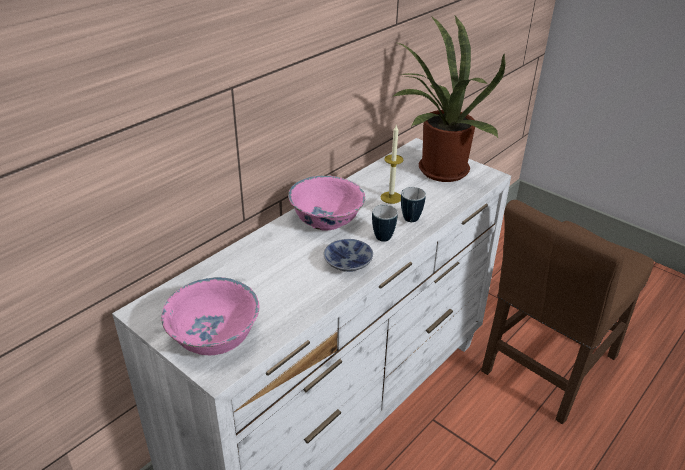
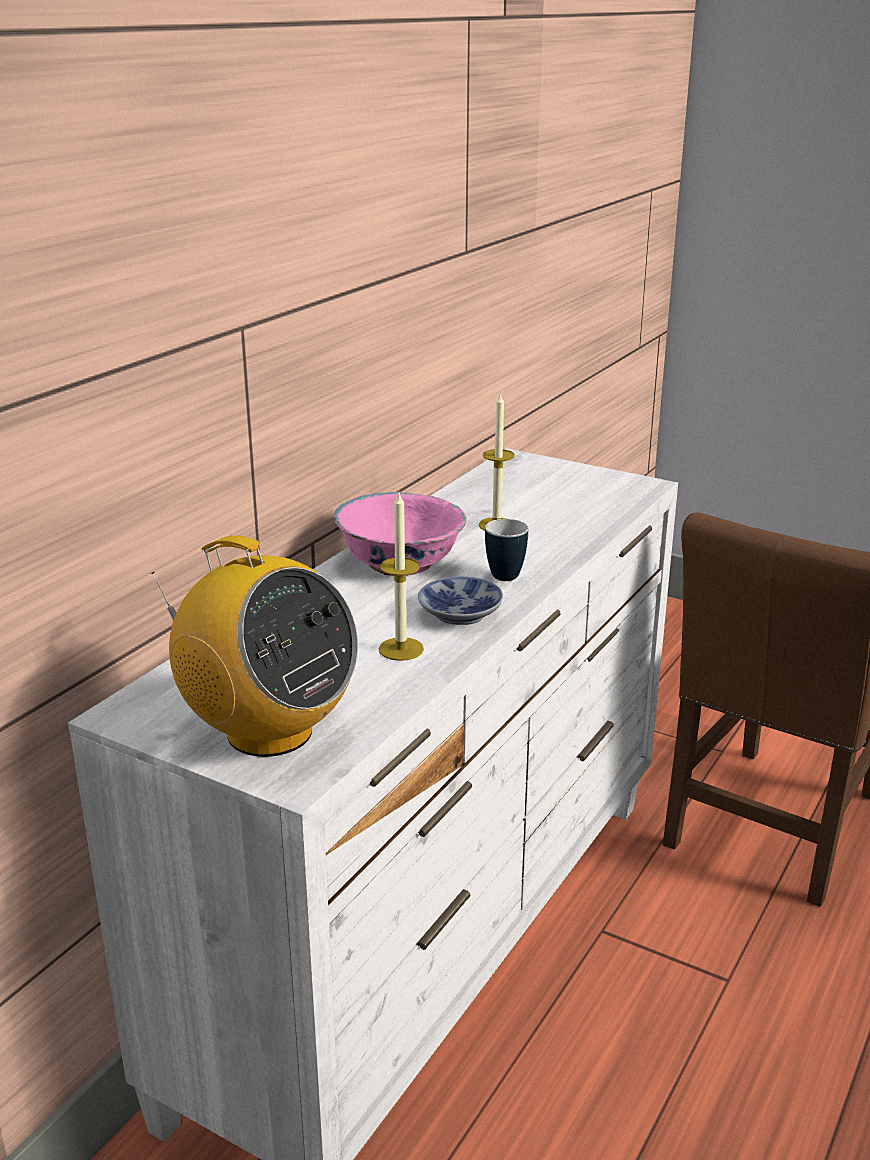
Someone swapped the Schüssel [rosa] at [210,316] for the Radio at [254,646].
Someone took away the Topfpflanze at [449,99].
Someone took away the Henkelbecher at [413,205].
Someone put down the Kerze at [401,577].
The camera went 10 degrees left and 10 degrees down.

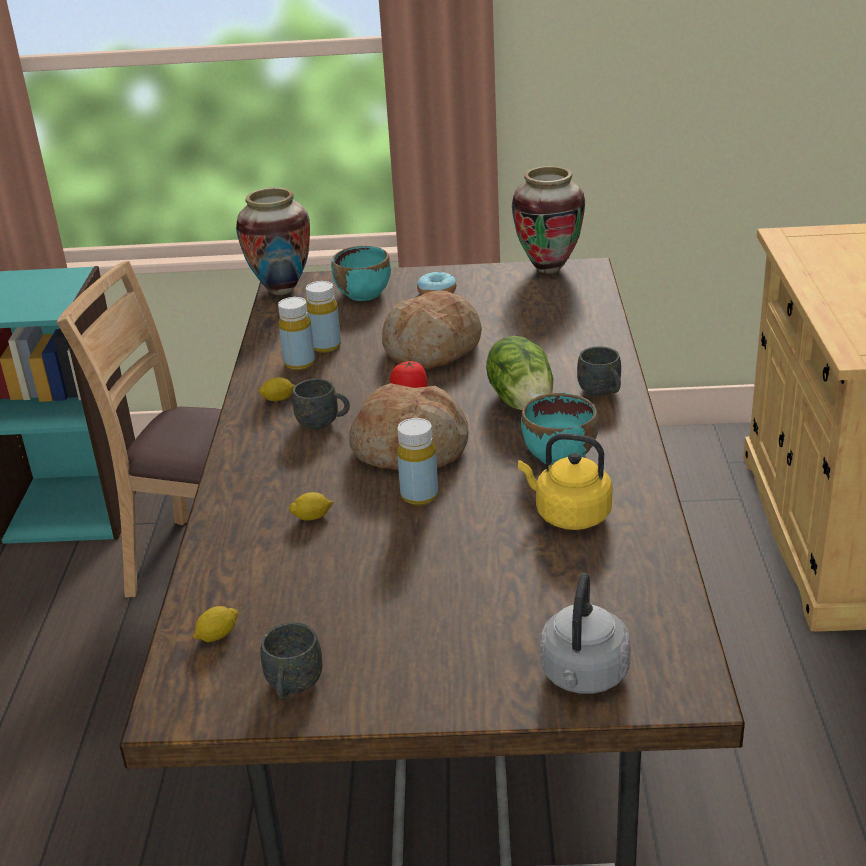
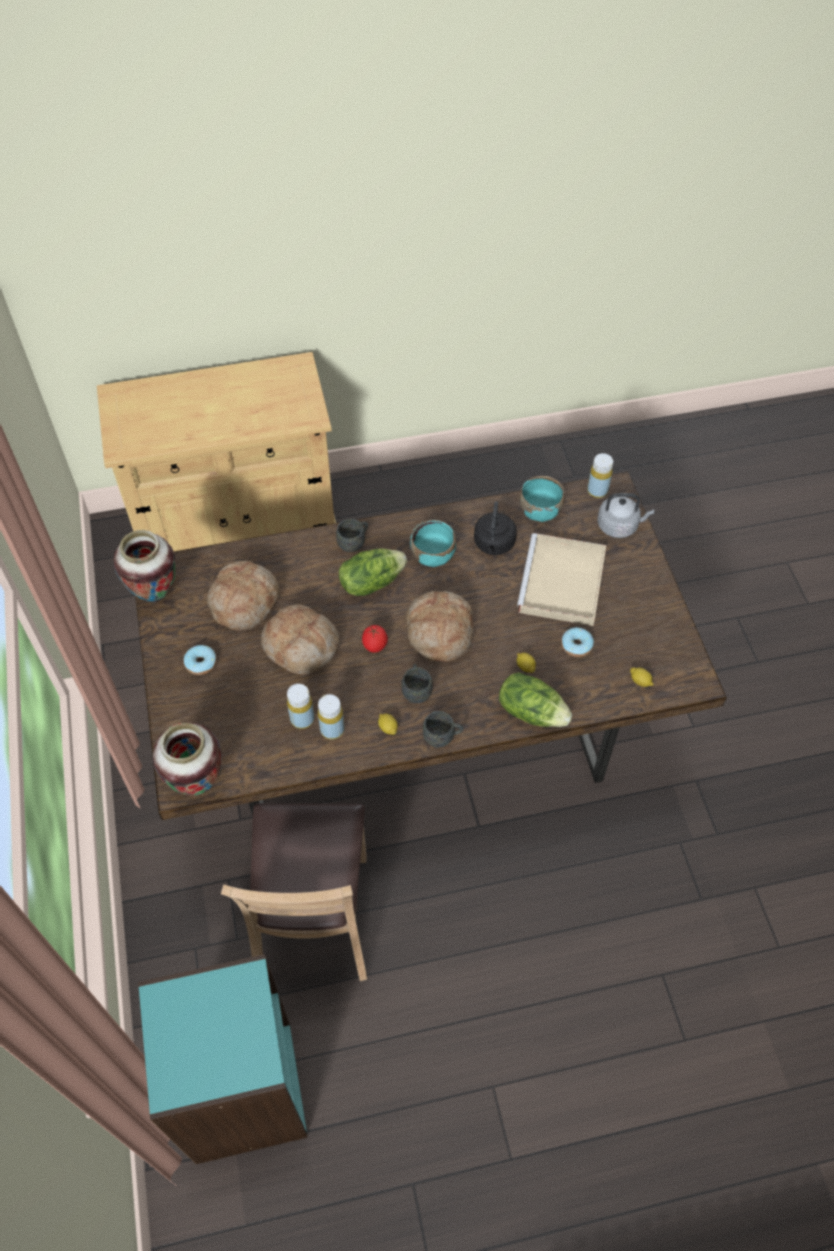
Someone carried the Henkelbecher [grau] from [292,660] to [443,729].
Someone carried the Schüssel [türkis] from [361,273] to [542,499].
Someone carried the Flasche [gelb] from [417,461] to [600,475].
Someone repainted the Wasserkessel [gelb] at [565,481], which became the Wasserkessel [schwarz] at [495,528].
Someone put down the Brot at [243,596].
Someone put down the Salatkopf at [535,700].
Someone put down the Tablett [beige] at [561,579].
Someone put down the Donut at [577,642].
The camera went 105 degrees left and 25 degrees up.

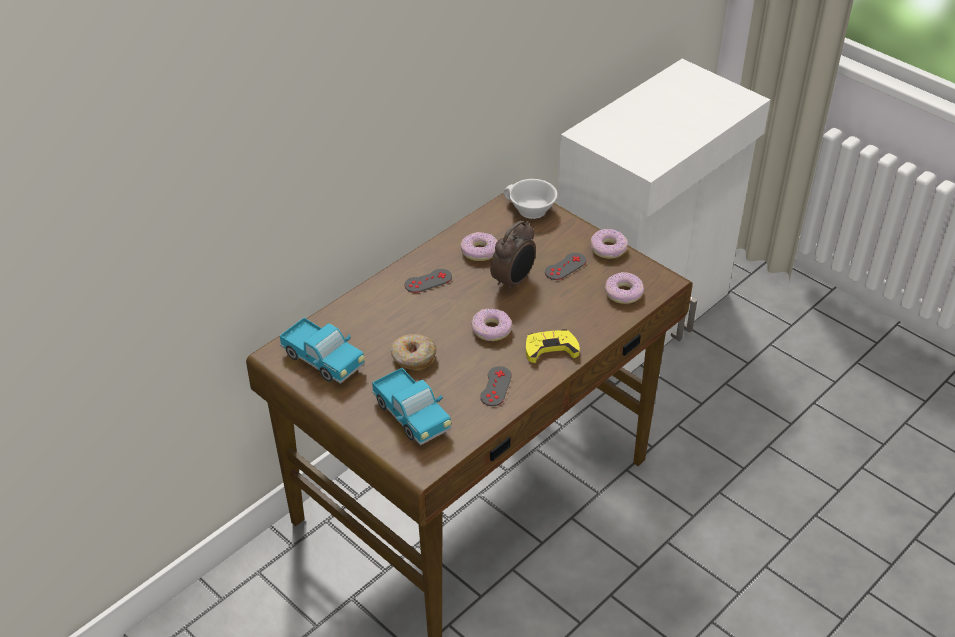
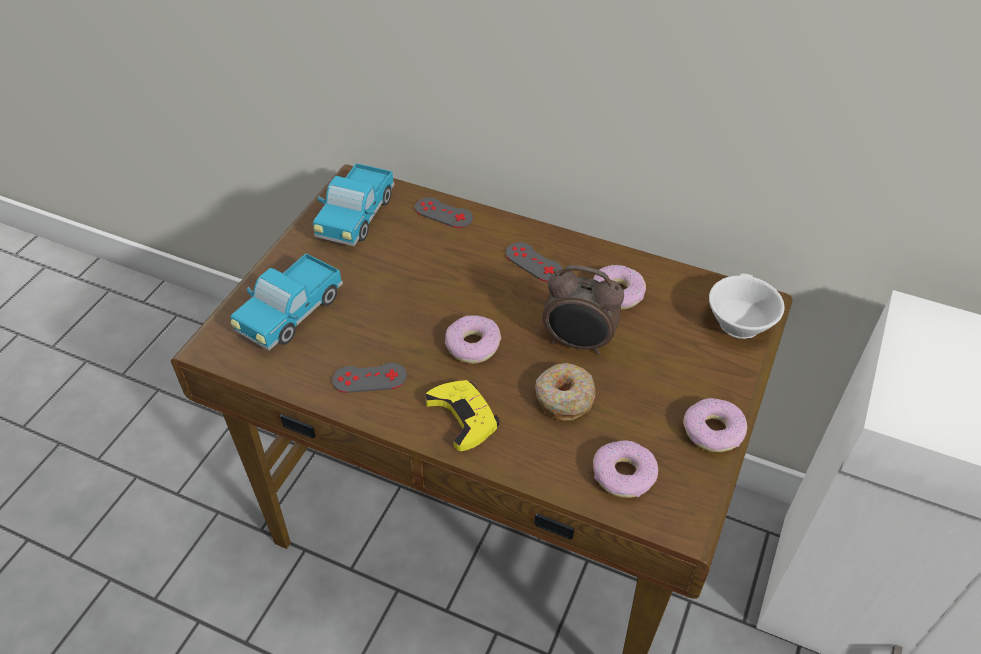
Someone carried the Donut from [414,352] to [565,392].
Someone carried the Gamepad [grau] from [565,266] to [444,212].
The camera went 70 degrees right and 5 degrees up.

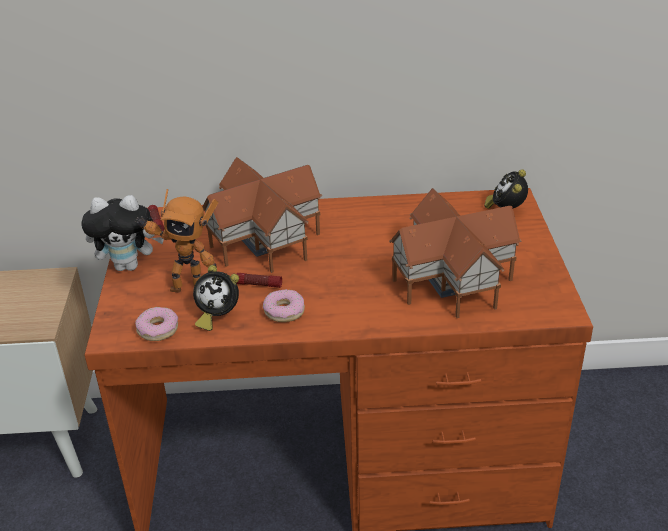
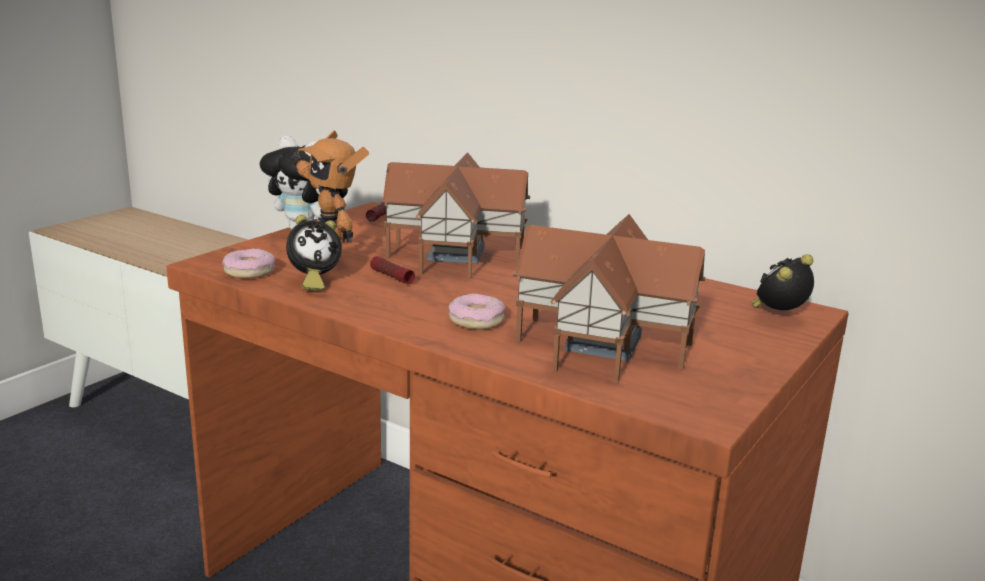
Someone rotated the Wecker at [216,298] by 75 degrees counterclockwise.
Someone carried the Donut from [284,305] to [477,311].
The camera went 35 degrees right and 15 degrees down.

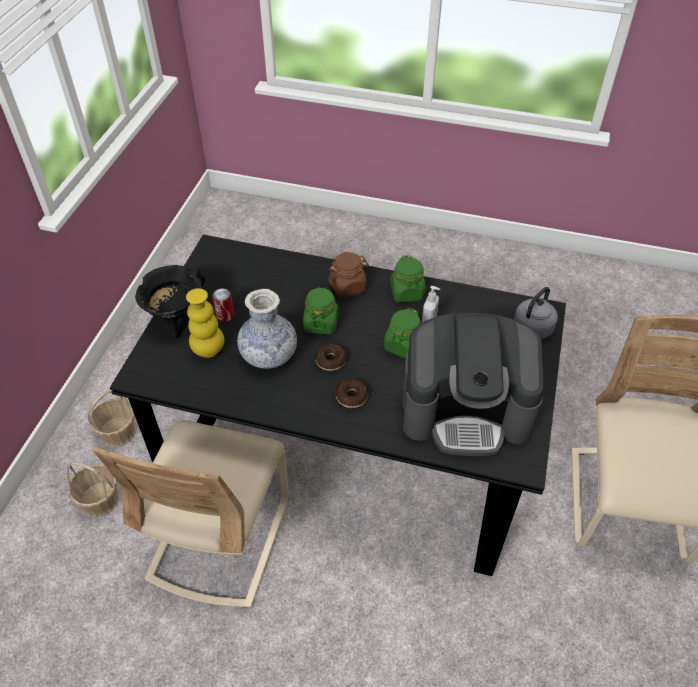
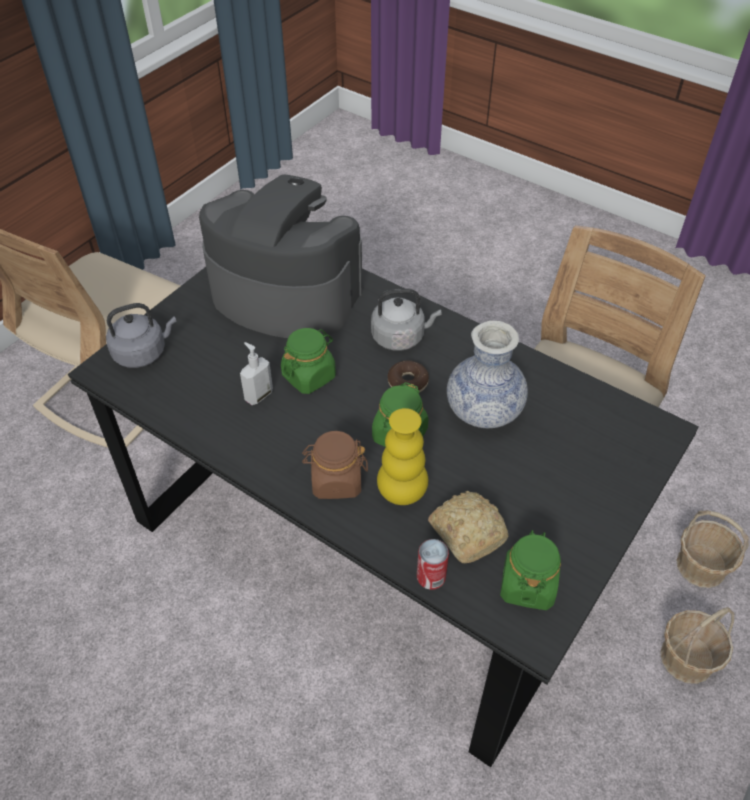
Someone took away the Kochtopf [schwarz] at [170,301].
Someone carried the Vase [gelb] from [205,323] to [402,456].
Someone carried the Dose from [223,305] to [433,564].
Someone swapped the Donut at [351,393] for the Wasserkessel [grau] at [406,320].
Someone carried the Vorratsglas [grün] from [407,278] to [530,570].
Someone put down the Brot at [468,527].
The camera went 160 degrees left and 0 degrees up.

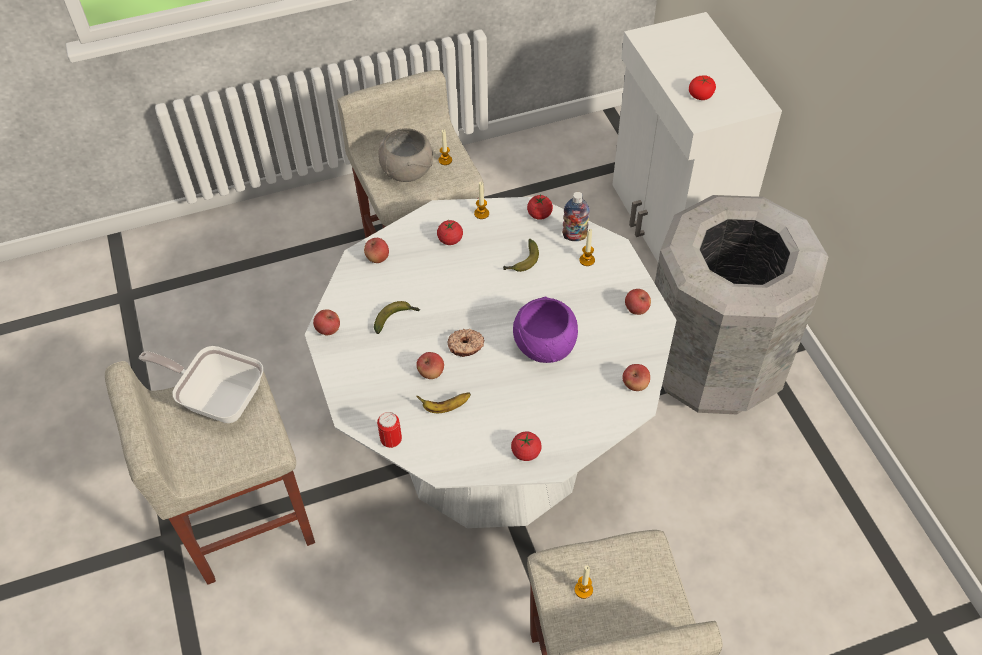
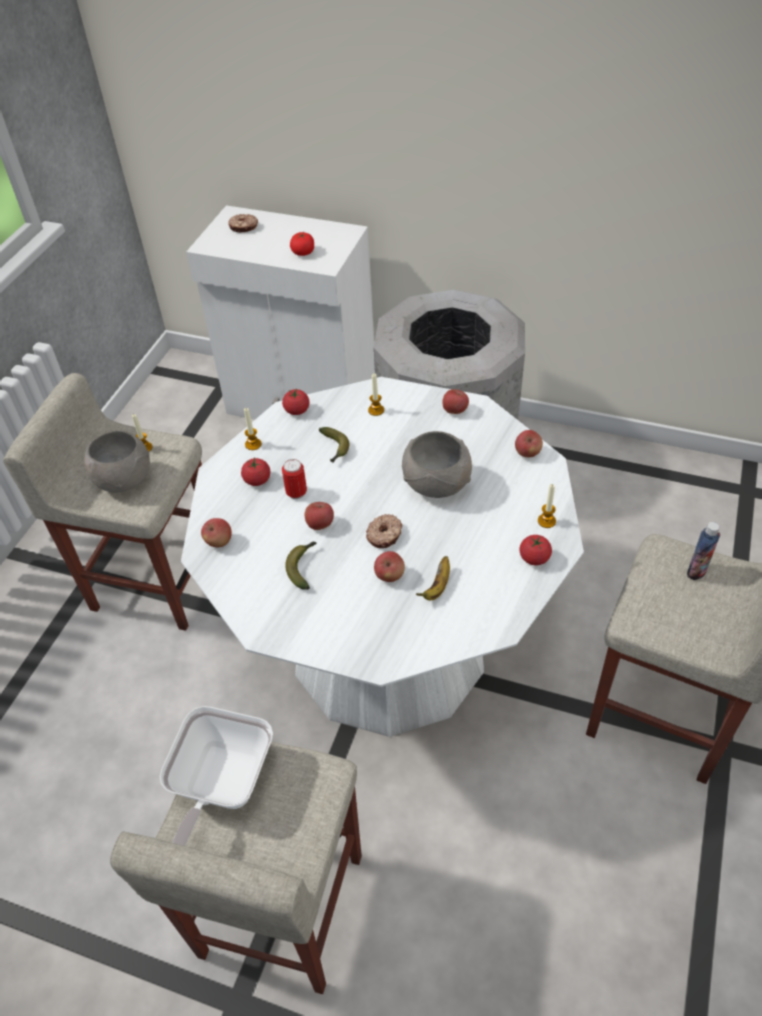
Someone rotated the Pfanne at [201,384] by 45 degrees counterclockwise.
Someone carried the Apfel from [326,322] to [319,516].
Someone carried the Dose from [389,430] to [294,479].
Someone repainted the Schüssel [lila] at [545,329], which became the Schüssel [grau] at [437,464].
Someone carried the Flasche from [576,216] to [703,551].
Someone carried the Kerze from [584,582] to [547,506].
Someone put down the Donut at [243,223].
The camera went 50 degrees left and 5 degrees down.

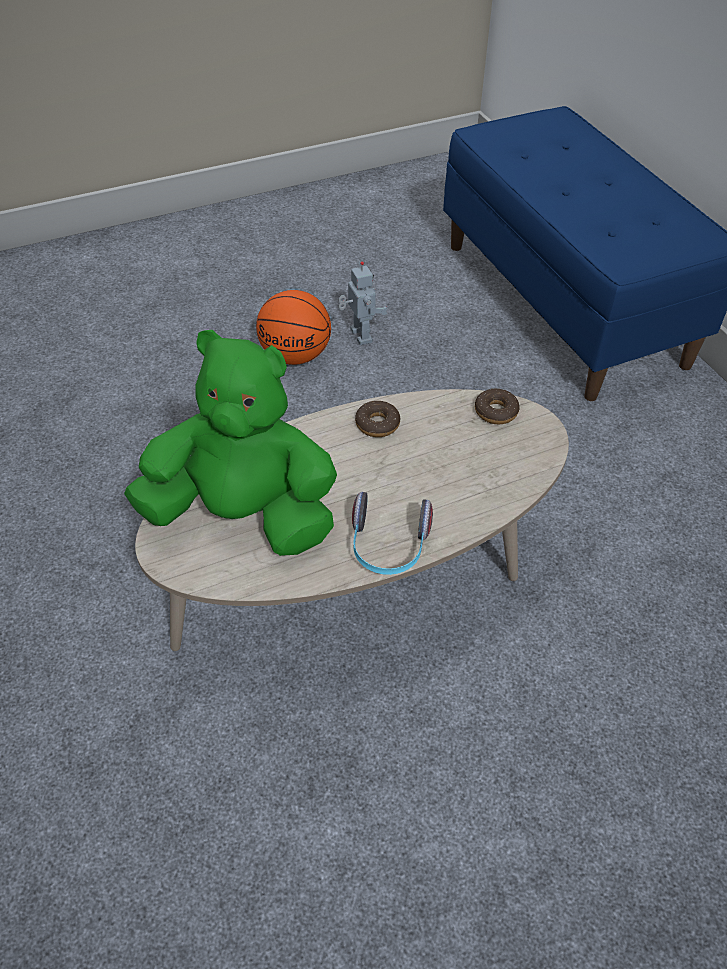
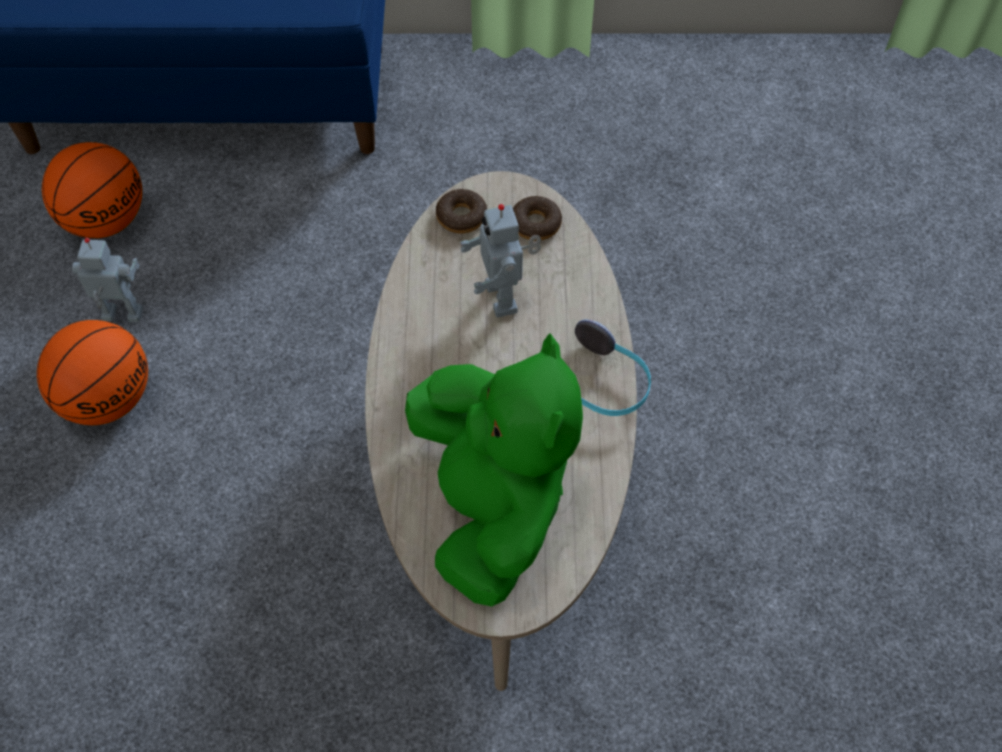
Someone rotated the Plüschtier [grün] at [230,443] by 135 degrees clockwise.
Someone carried the Donut from [377,419] to [537,218].
Someone put down the Basketball at [92,190].
Someone put down the Spielzeugroboter at [500,261].
The camera went 65 degrees left and 10 degrees up.

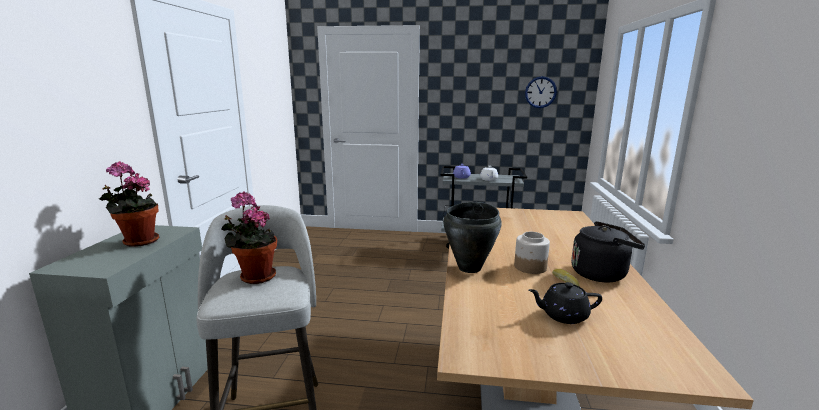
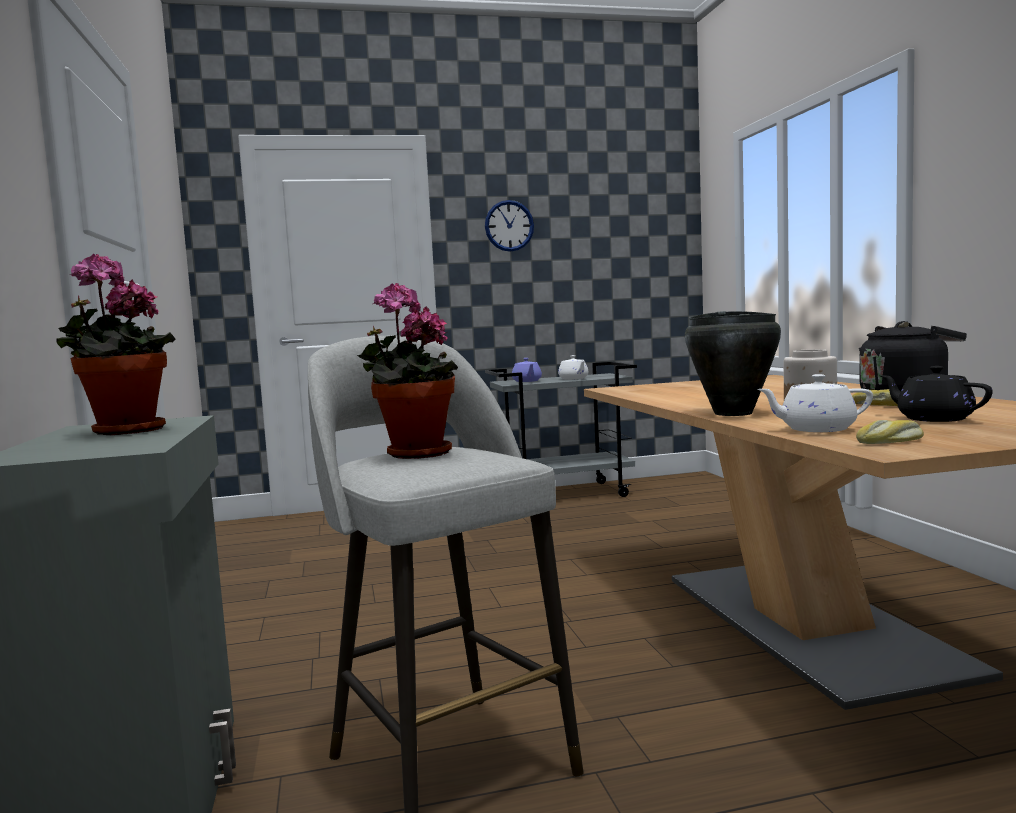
Someone carried the Wanduhr from [541,92] to [509,226].
Someone rotated the Teekanne [schwarz] at [565,303] by 75 degrees clockwise.
Someone put down the Teekanne [weiß] at [815,403].
Someone put down the Brot at [890,432].
The camera went 20 degrees left and 10 degrees down.

